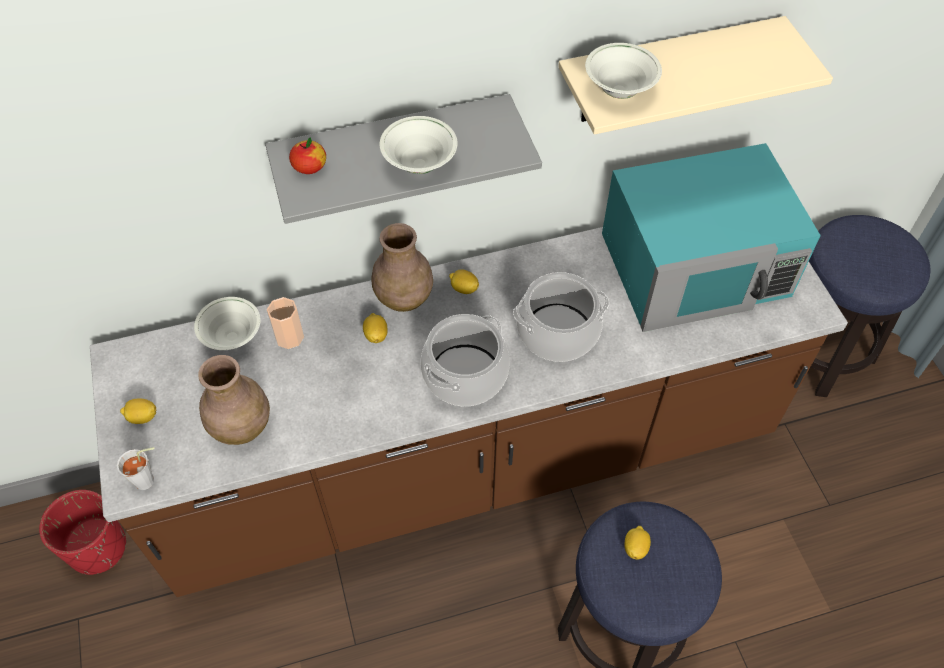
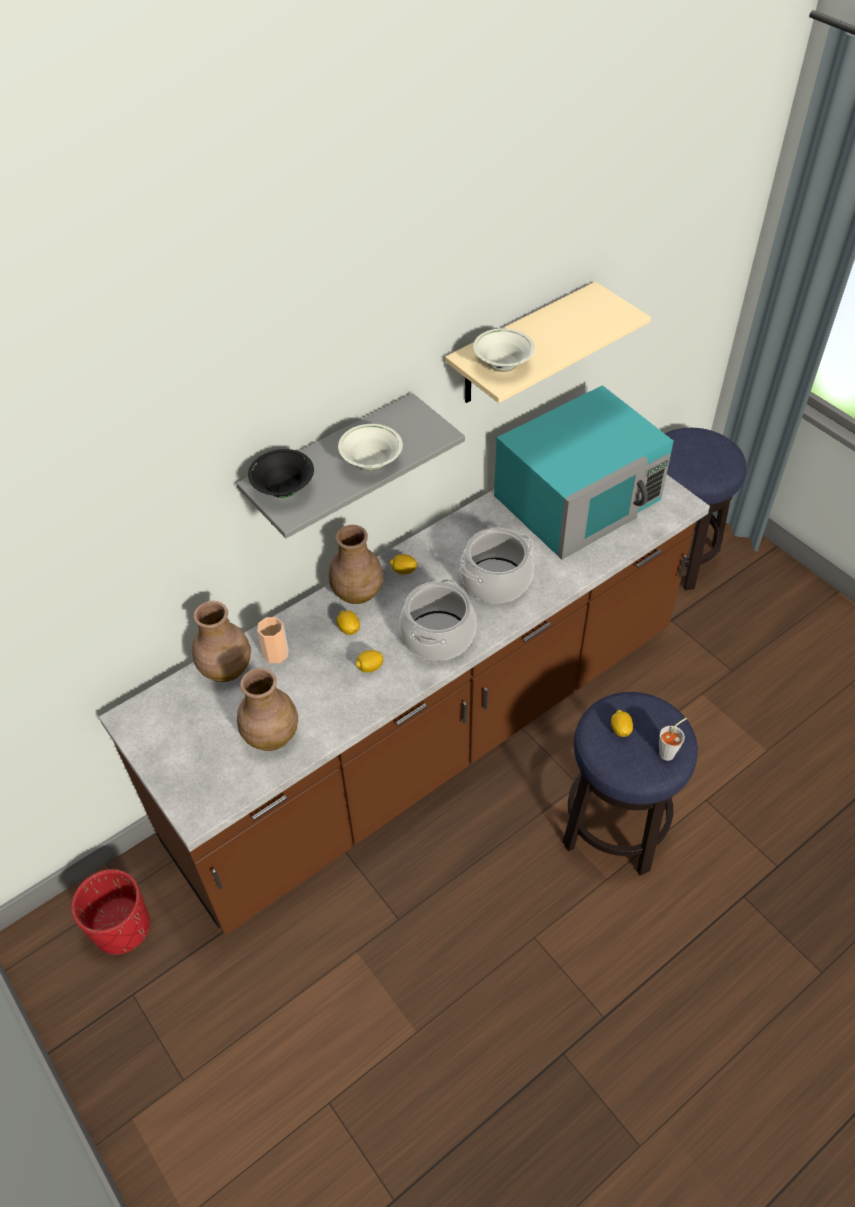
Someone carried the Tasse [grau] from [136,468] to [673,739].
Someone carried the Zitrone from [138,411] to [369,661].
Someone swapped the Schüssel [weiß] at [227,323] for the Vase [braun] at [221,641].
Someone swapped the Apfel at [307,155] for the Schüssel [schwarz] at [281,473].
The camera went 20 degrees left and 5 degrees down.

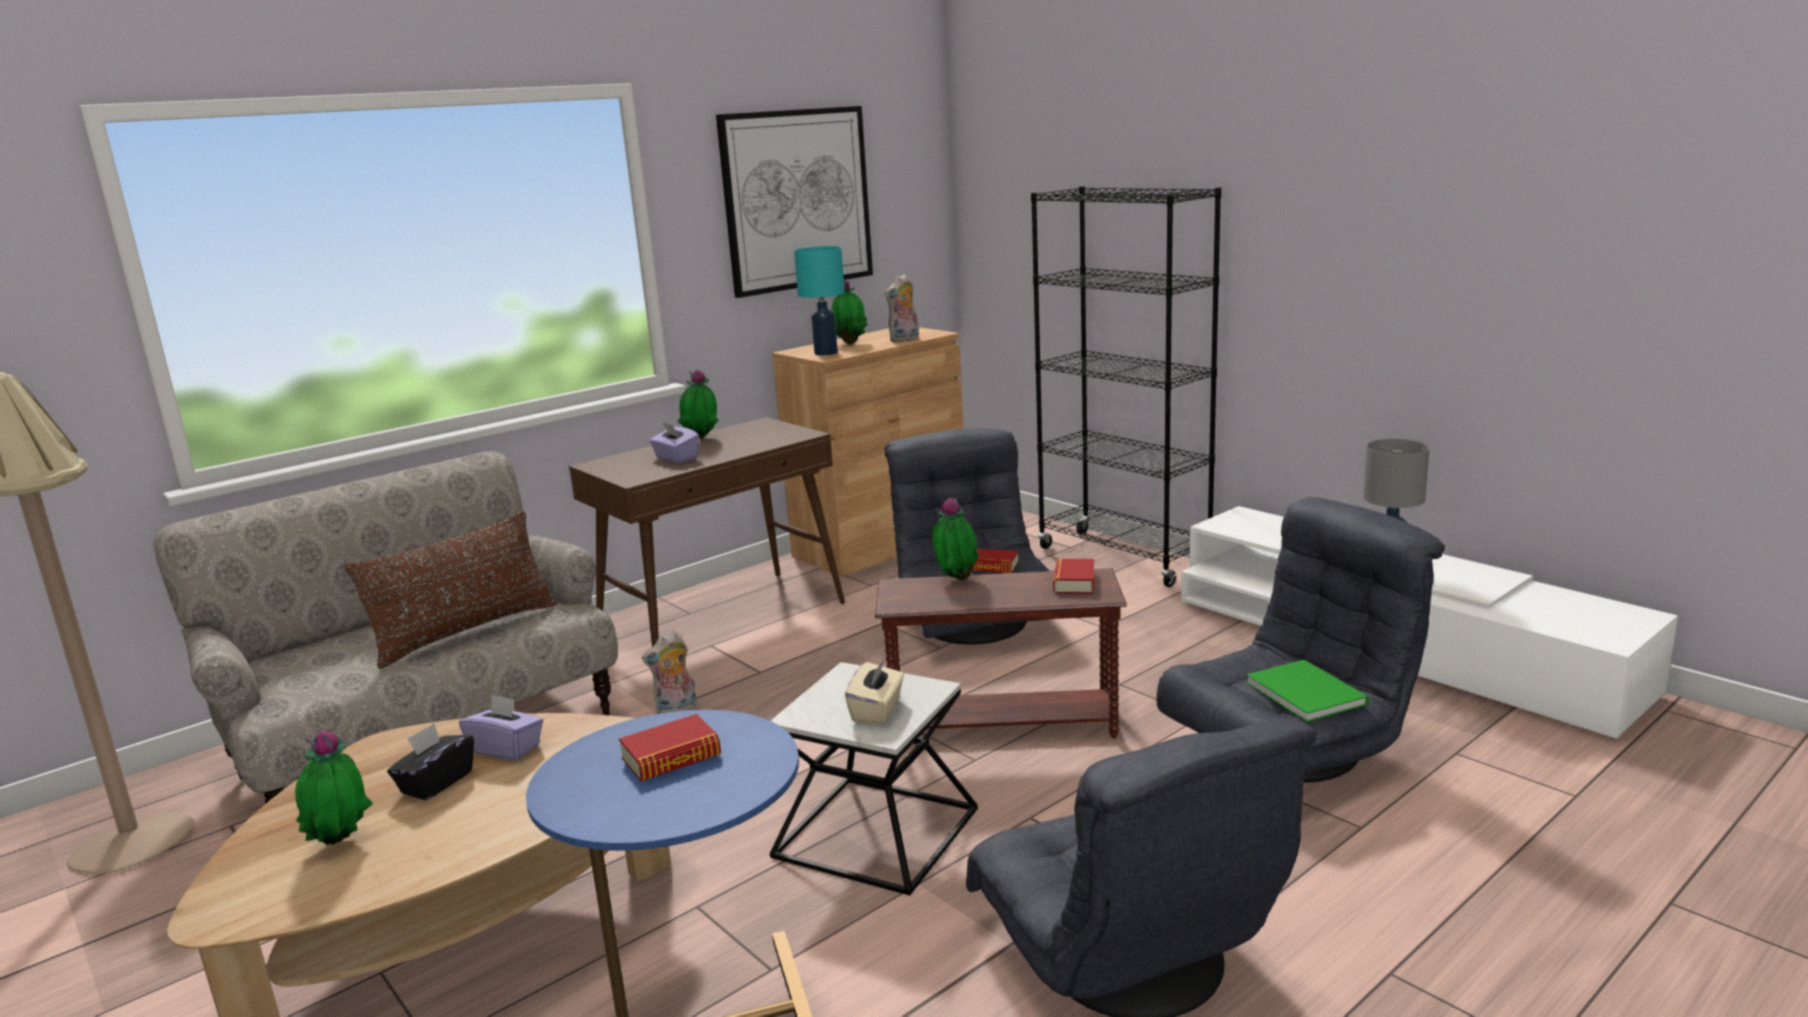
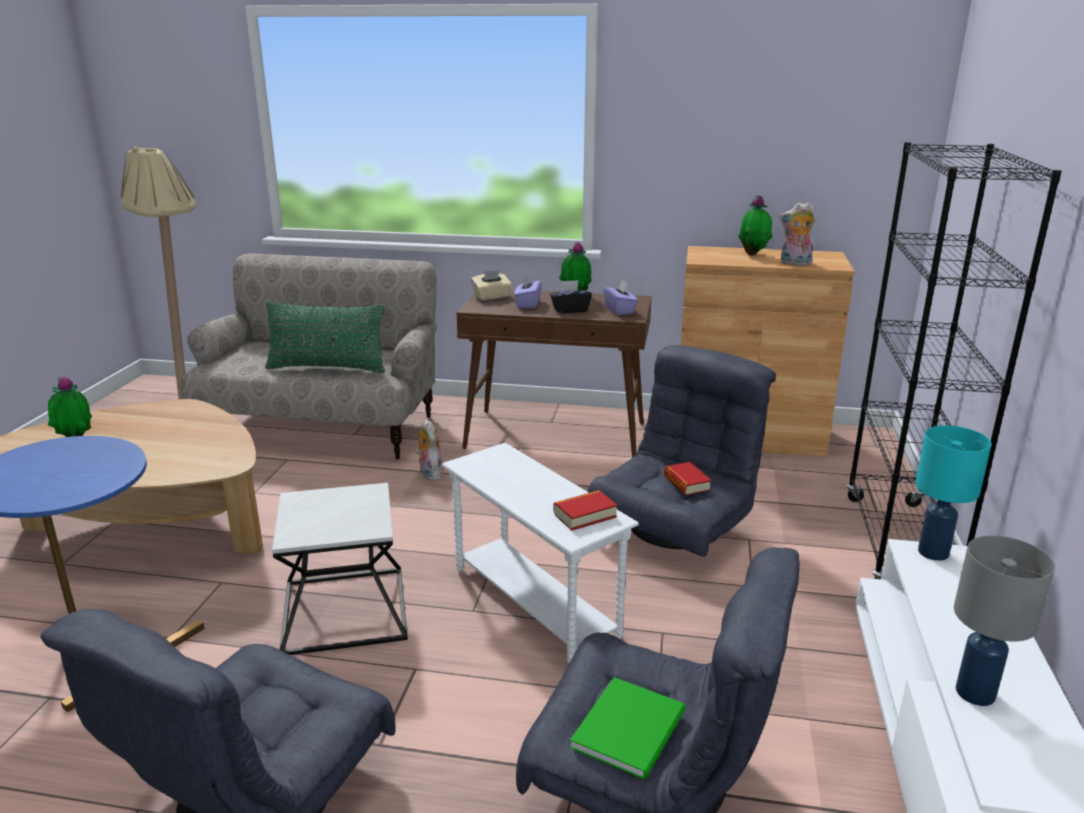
Someone repainted the Kissen [braun] at [451,590], which became the Kissen [grün] at [325,337].
Someone carried the Taschentuchbox [schwarz] from [430,761] to [571,296].
Someone carried the Taschentuchbox [lila] from [501,728] to [620,297].
Someone took away the Buch at [670,748].
Someone rotated the Plüschtier at [669,672] by 45 degrees clockwise.
Someone took away the Bild at [794,202].
Someone carried the Tischlampe [türkis] from [819,300] to [954,493].
Someone carried the Taschentuchbox [beige] from [874,690] to [491,285].
Someone repainted the Beistelltisch [braun] at [1001,653], which became the Beistelltisch [weiß] at [540,553].
Someone took away the Topfpflanze at [955,539].
The camera went 50 degrees right and 5 degrees up.

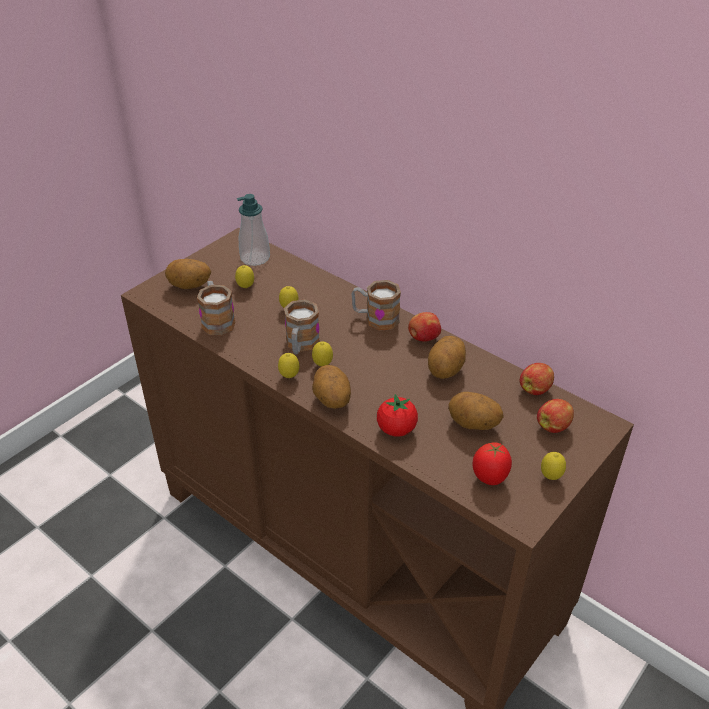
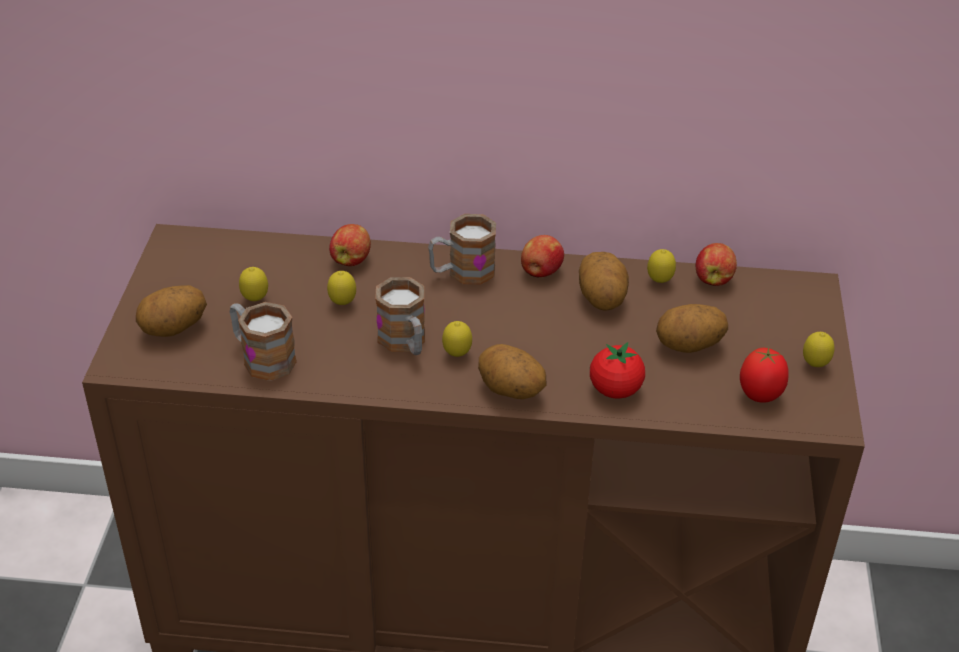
Someone took away the Seifenspender at [253,230].
Someone carried the Zitrone from [288,365] to [661,266].
Someone carried the Apfel from [555,416] to [350,245].
The camera went 35 degrees left and 0 degrees up.

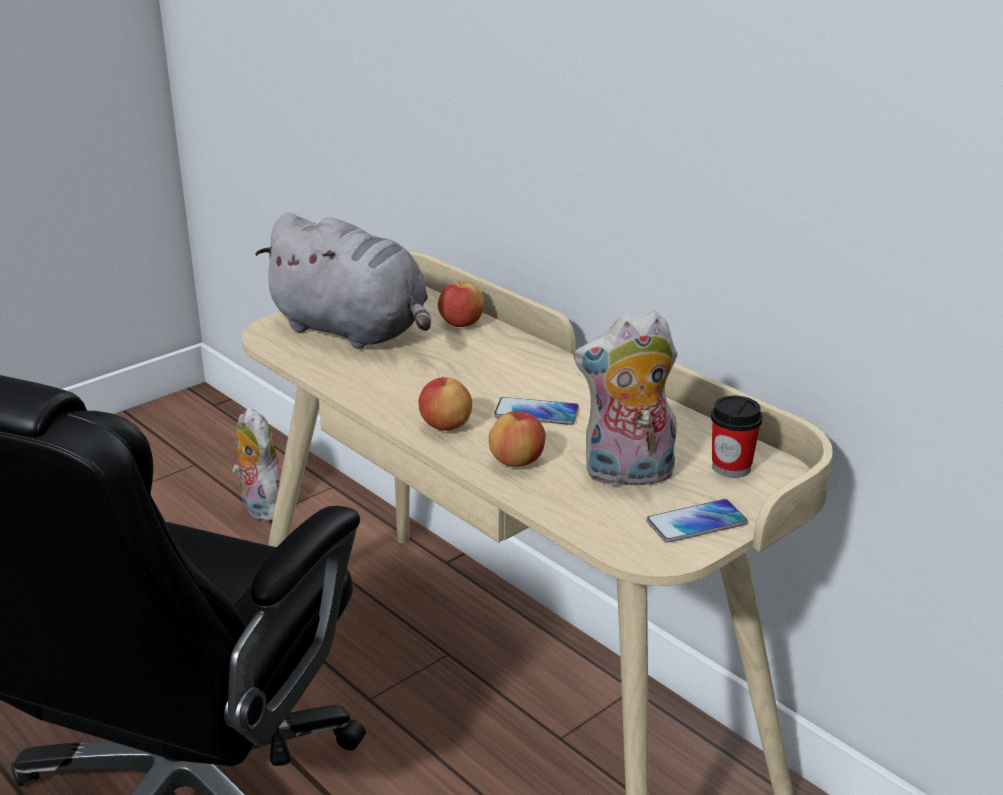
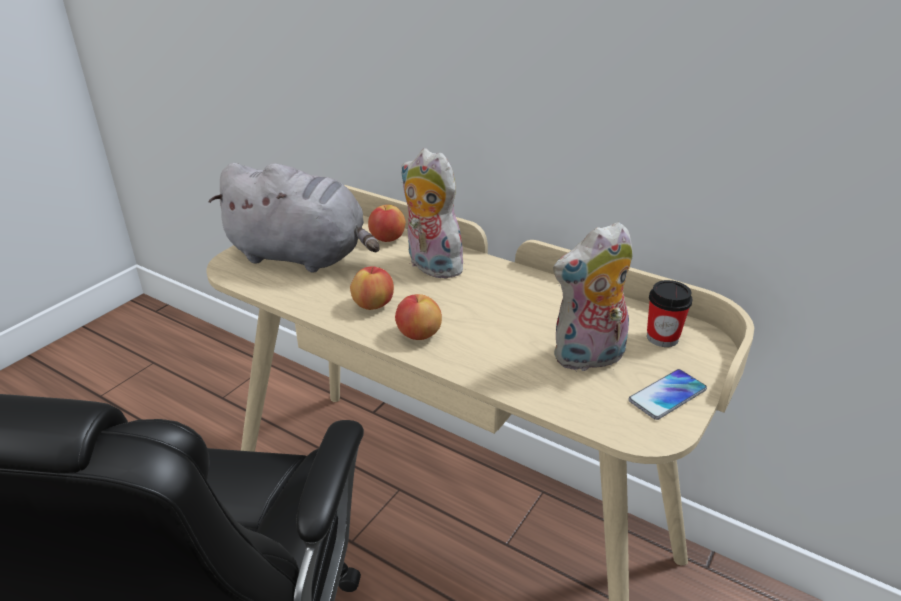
Someone carried the Plüschtier from [256,464] to [433,214].
Someone carried the Apfel from [517,439] to [372,288].
Someone took away the Handy at [536,411].
The camera went 15 degrees left and 5 degrees up.

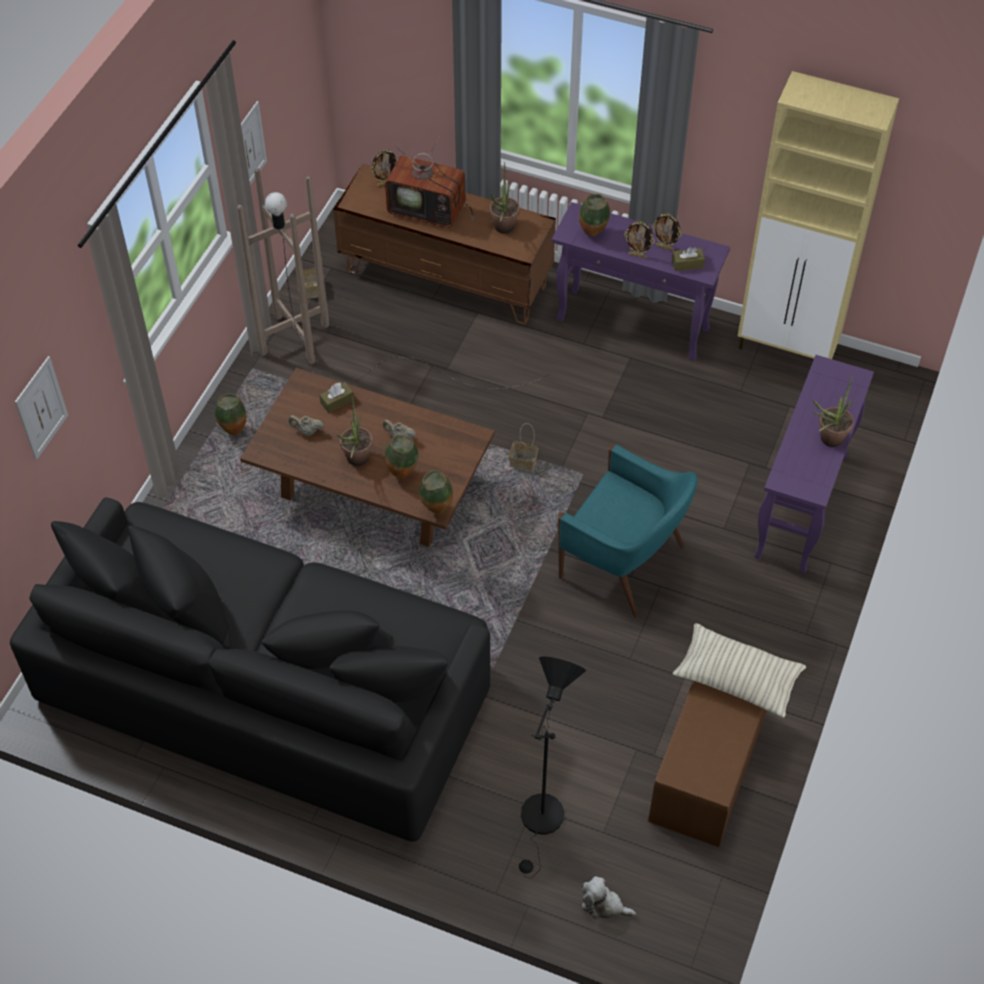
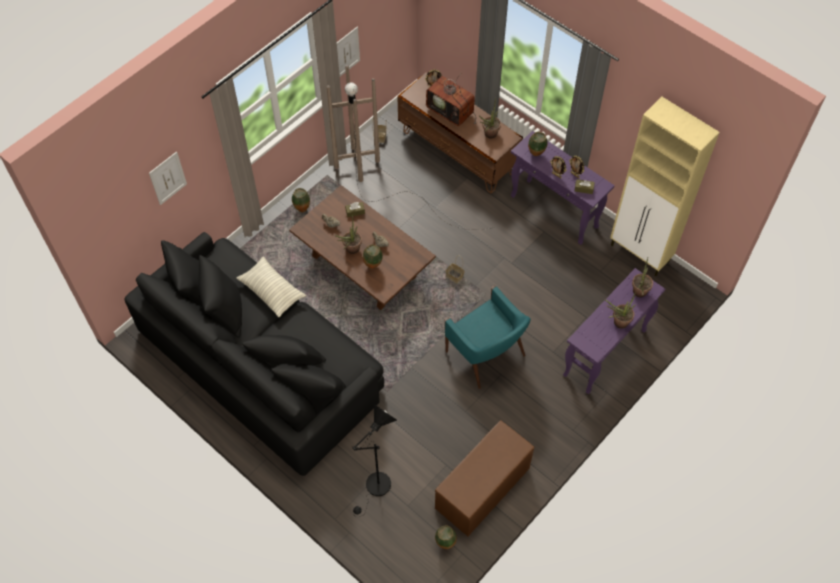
Someone carried the Vase from [436,492] to [446,537].
Someone took away the Plüschtier at [608,897].
Someone carried the Kissen from [739,670] to [271,287].
Someone put down the Topfpflanze at [642,277].
The camera went 20 degrees right and 5 degrees up.

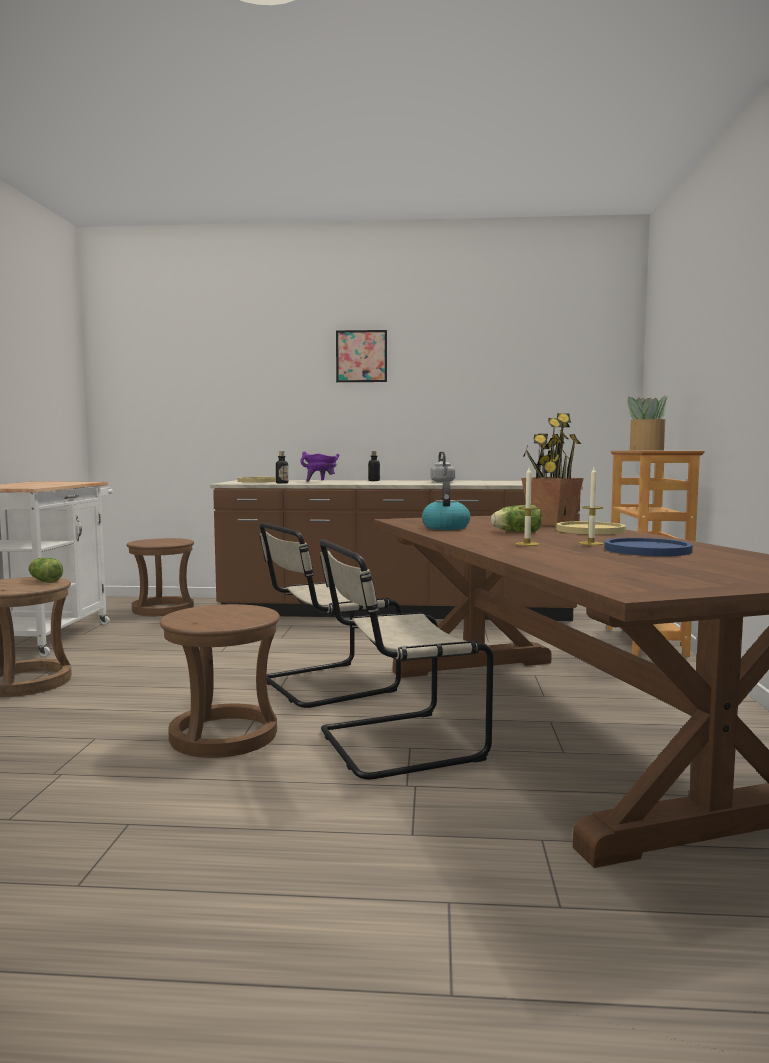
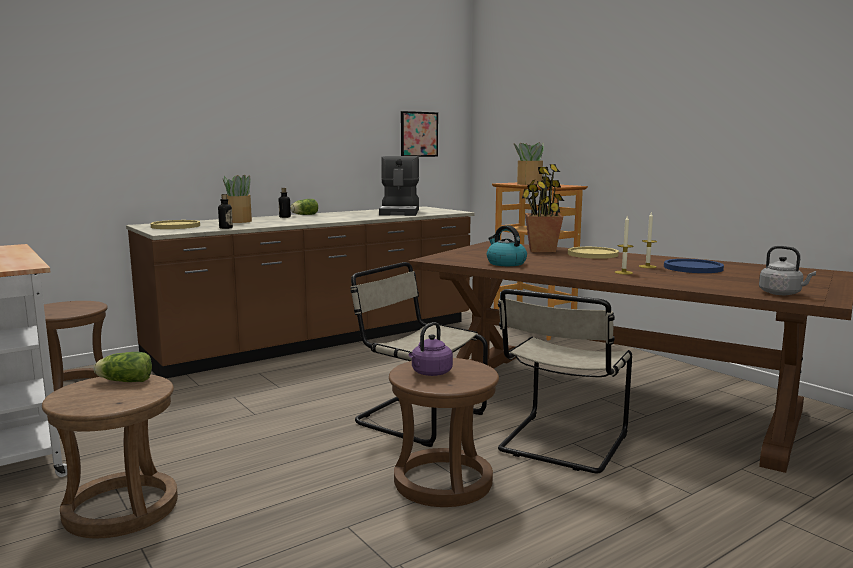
Someone rotated the Stuhl [beige] at [330,615] by 105 degrees clockwise.
Someone swapped the Kochtopf [lila] at [320,466] for the Topfpflanze at [237,198].
Someone carried the Bild from [361,356] to [419,134].
Someone carried the Wasserkessel [grau] from [443,466] to [787,270].
Someone carried the Salatkopf from [516,518] to [304,207].
Someone put down the Kaffeemaschine at [399,186].
Someone put down the Wasserkessel [lila] at [431,349].
The camera went 40 degrees left and 5 degrees up.

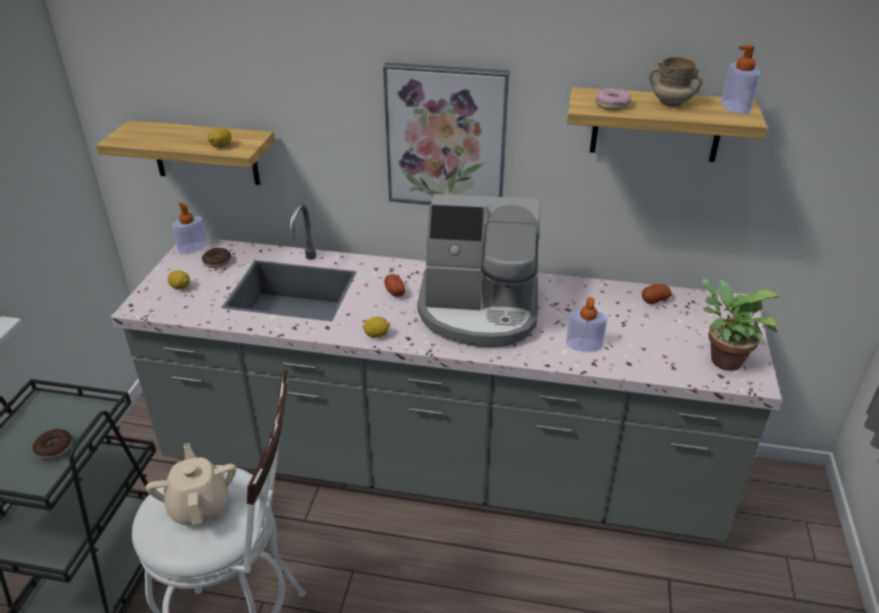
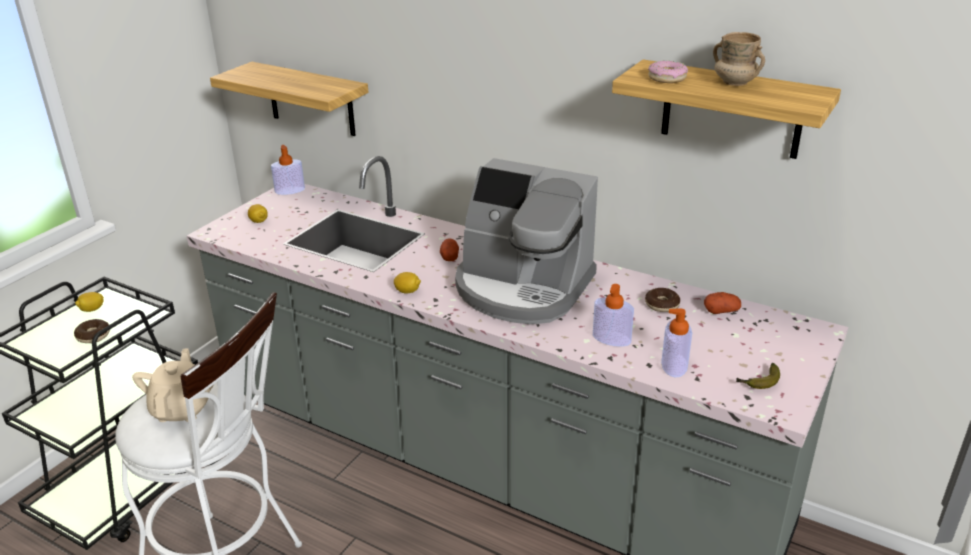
Someone carried the Donut from [216,258] to [662,300].
Someone carried the Zitrone from [219,137] to [89,302].
Someone took away the Bild at [446,134].
Someone swapped the Topfpflanze at [740,324] for the Banane at [758,376].
Someone carried the Seifenspender from [740,80] to [676,342].
The camera went 20 degrees right and 5 degrees down.

